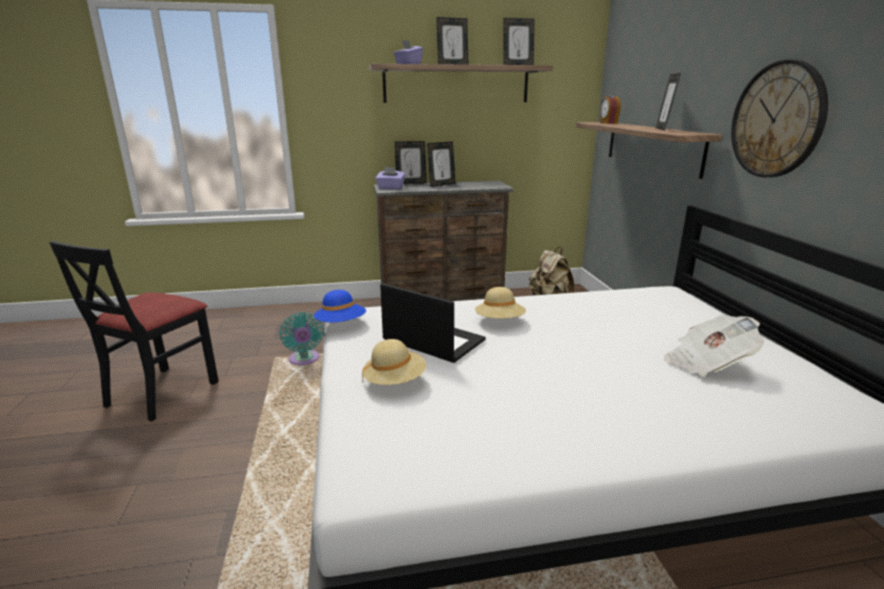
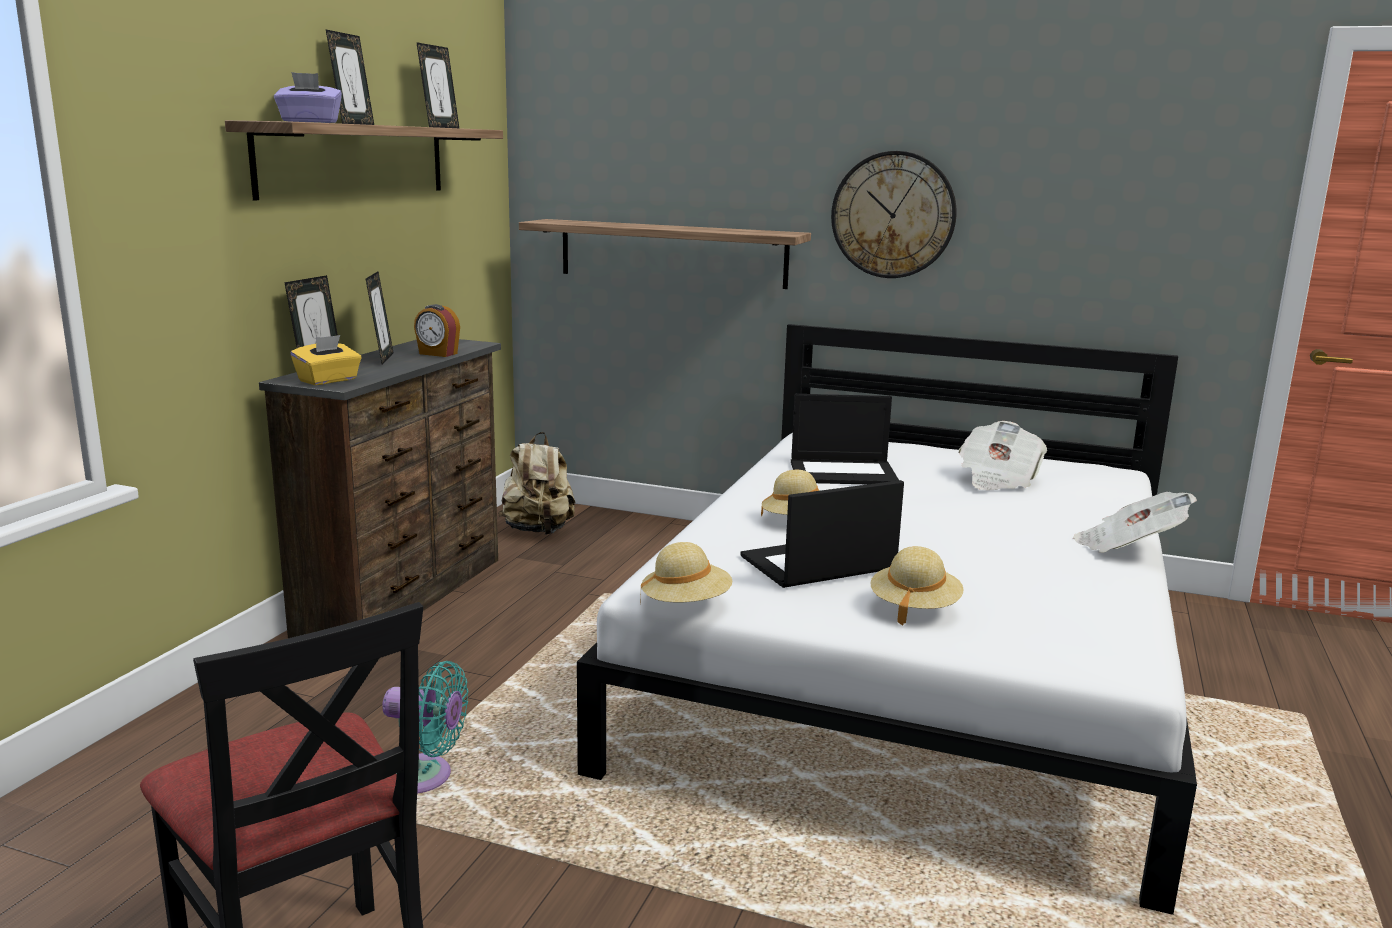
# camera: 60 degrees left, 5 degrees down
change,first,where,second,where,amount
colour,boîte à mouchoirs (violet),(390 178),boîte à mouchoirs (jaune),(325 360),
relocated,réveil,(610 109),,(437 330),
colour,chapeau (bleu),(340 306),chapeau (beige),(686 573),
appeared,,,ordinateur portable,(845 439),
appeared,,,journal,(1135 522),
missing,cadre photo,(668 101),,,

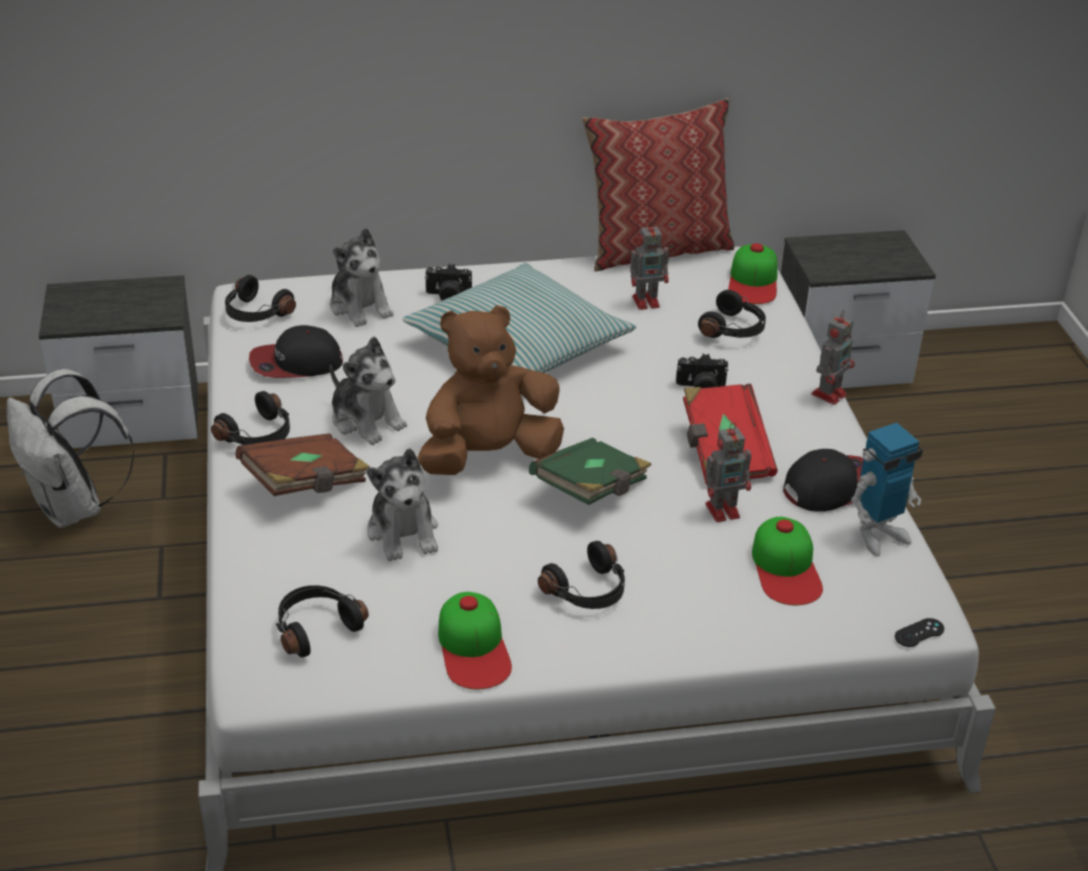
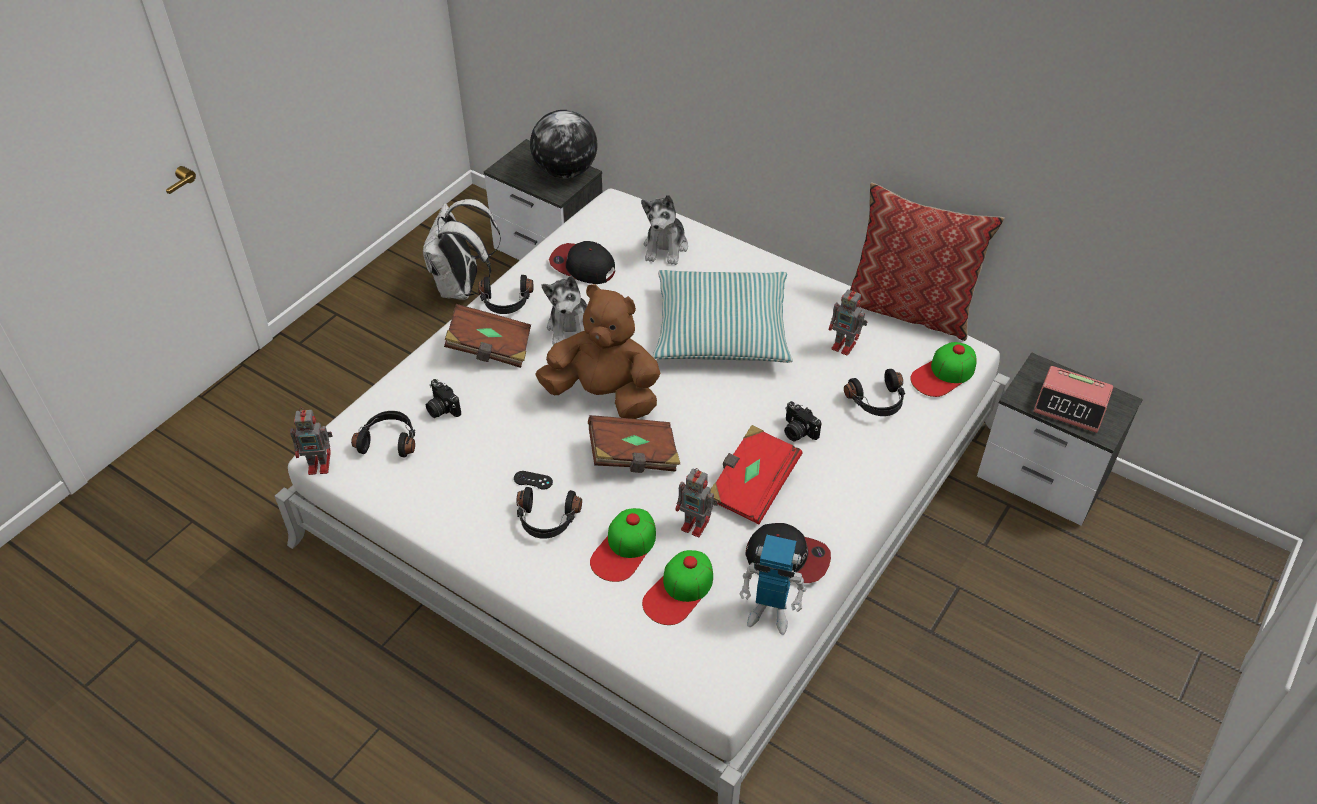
# camera: 45 degrees right, 10 degrees up
change,first,where,second,where,amount
relocated,robot jouet,(833 357),,(311 441),
relocated,appareil photo,(448 282),,(443 398),
relocated,manette (noir),(919 632),,(533 480),
appeared,,,globe,(564 144),
colour,livre (vert),(590 471),livre (marron),(634 444),
relocated,casquette,(475 640),,(623 545),
appeared,,,réveil,(1073 399),
missing,casque audio (noir),(260 298),,,
missing,peluche,(402 504),,,

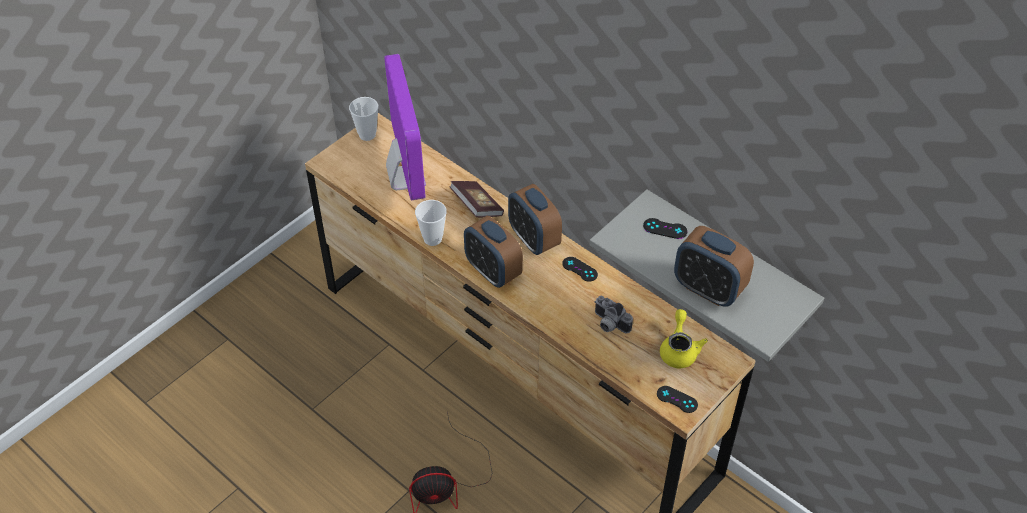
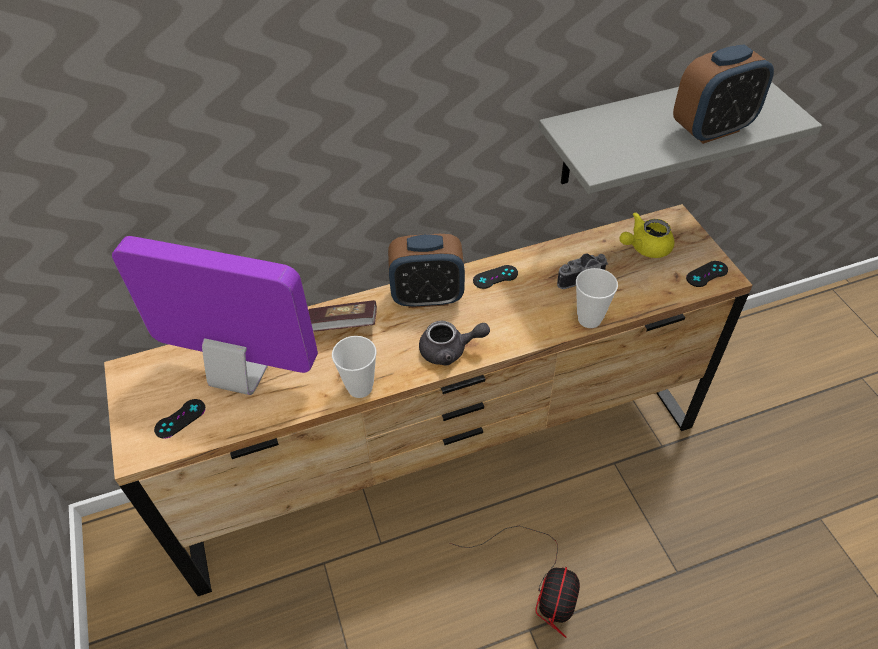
# camera: 60 degrees left, 0 degrees up
change,first,where,second,where,amount
relocated,manette (noir),(665 228),,(179 419),
exchanged,réveil,(493 252),théière (gris),(454 343),
relocated,tasse,(363 119),,(597 298),
spun,théière (jaune),(684 338),,(647 235),60 degrees counterclockwise

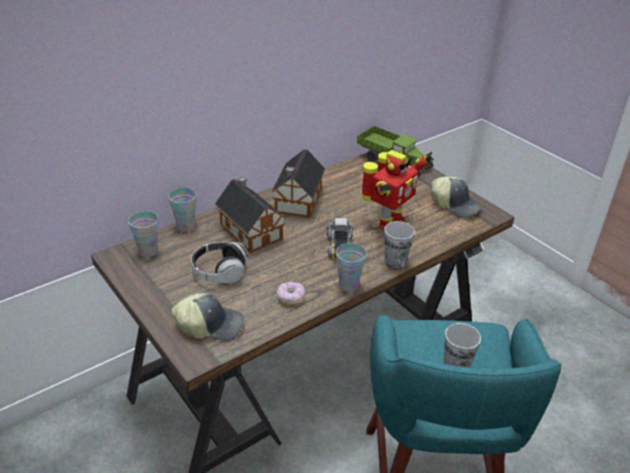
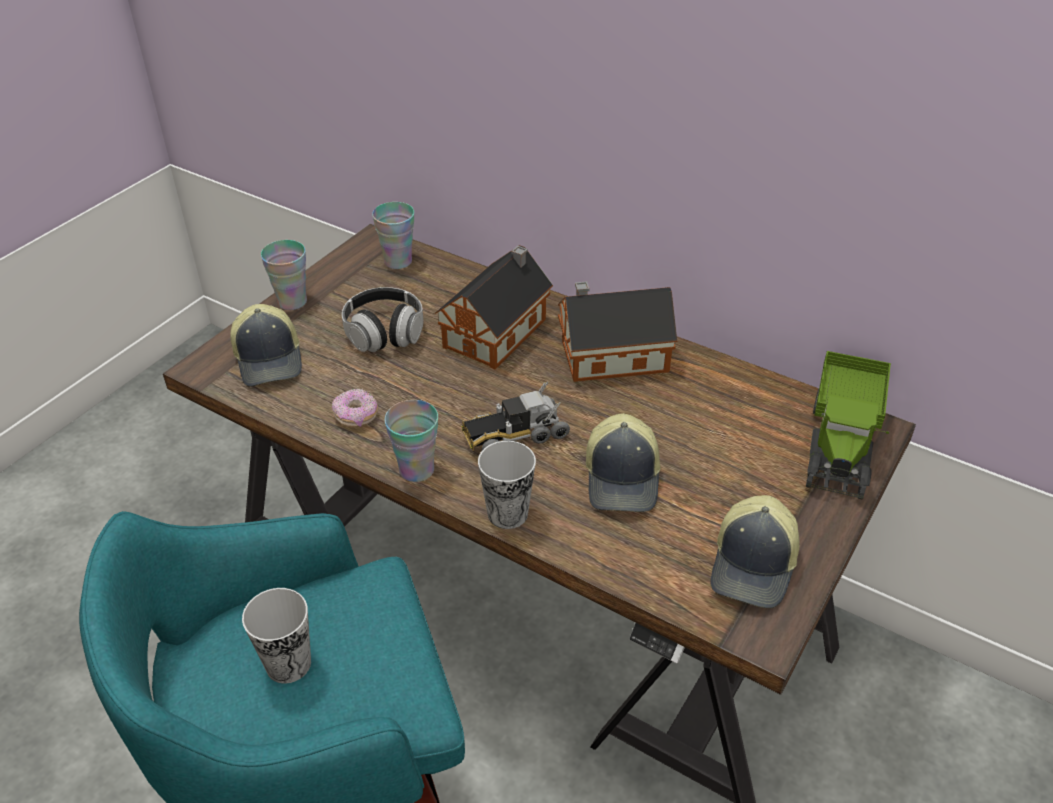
# camera: 70 degrees right, 5 degrees up
change,first,where,second,where,amount
relocated,tasse,(182 210),,(284 275),
exchanged,robot jouet,(396 189),casquette,(623 462),

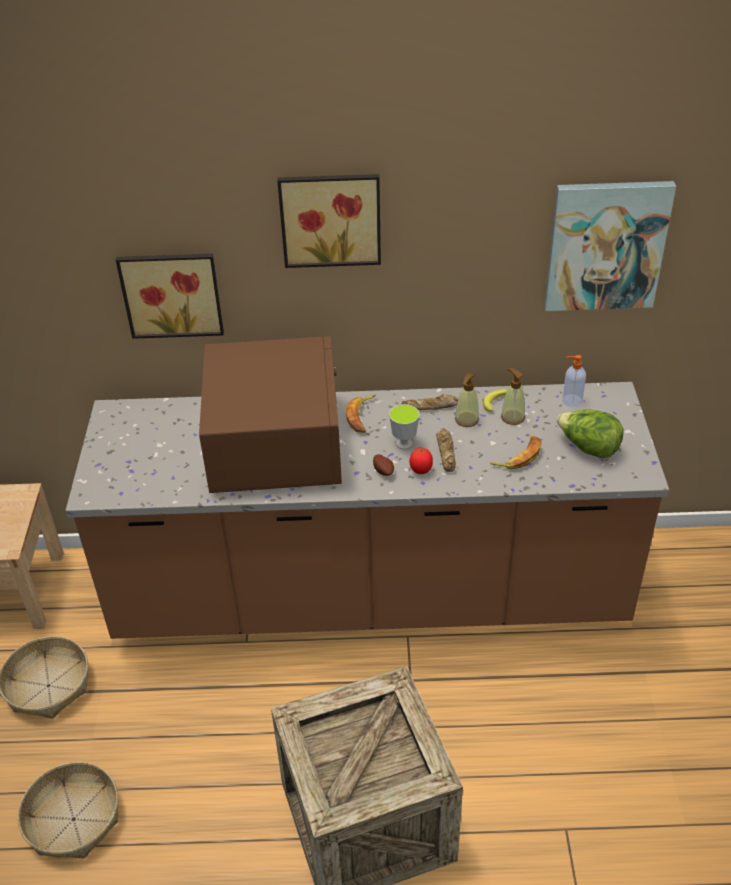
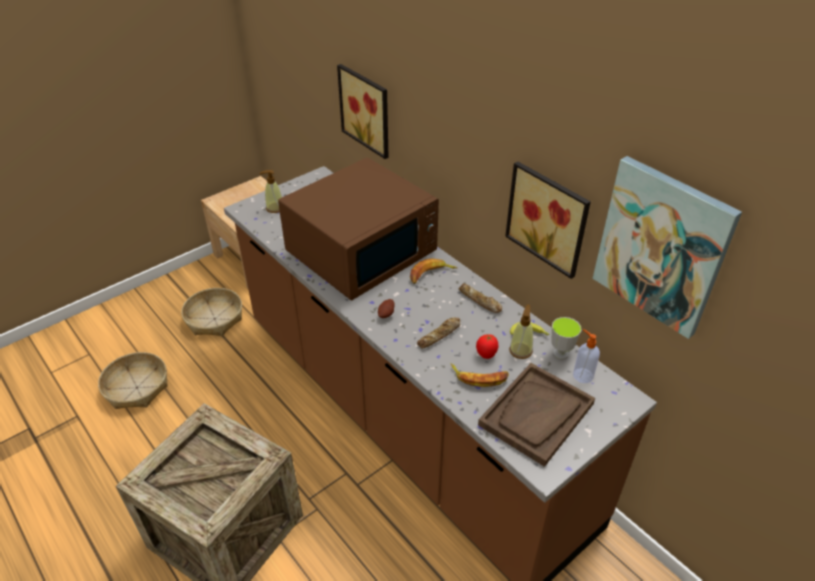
# camera: 50 degrees right, 0 degrees up
change,first,where,second,where,amount
relocated,distributeur de savon,(467 400),,(270 191),
relocated,tomate,(421 460),,(487 346),
exchanged,laitue,(590 433),plateau (marron),(536 415),
relocated,tableau,(329 221),,(548 220),
relocated,tasse,(404 426),,(566 338),

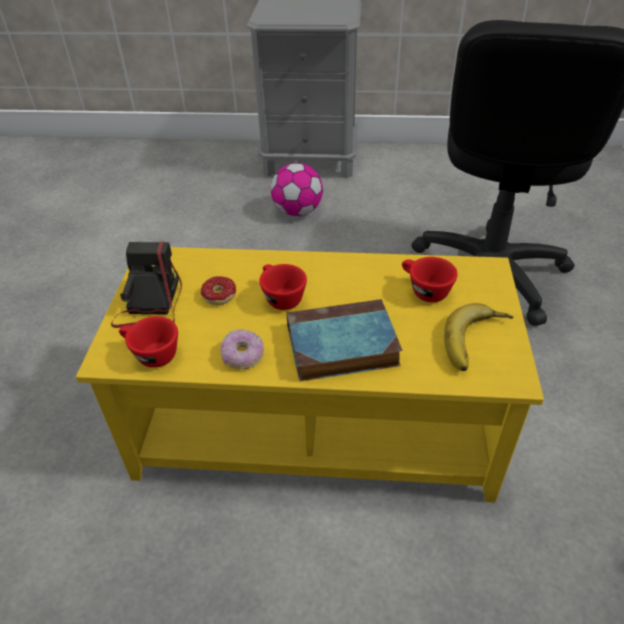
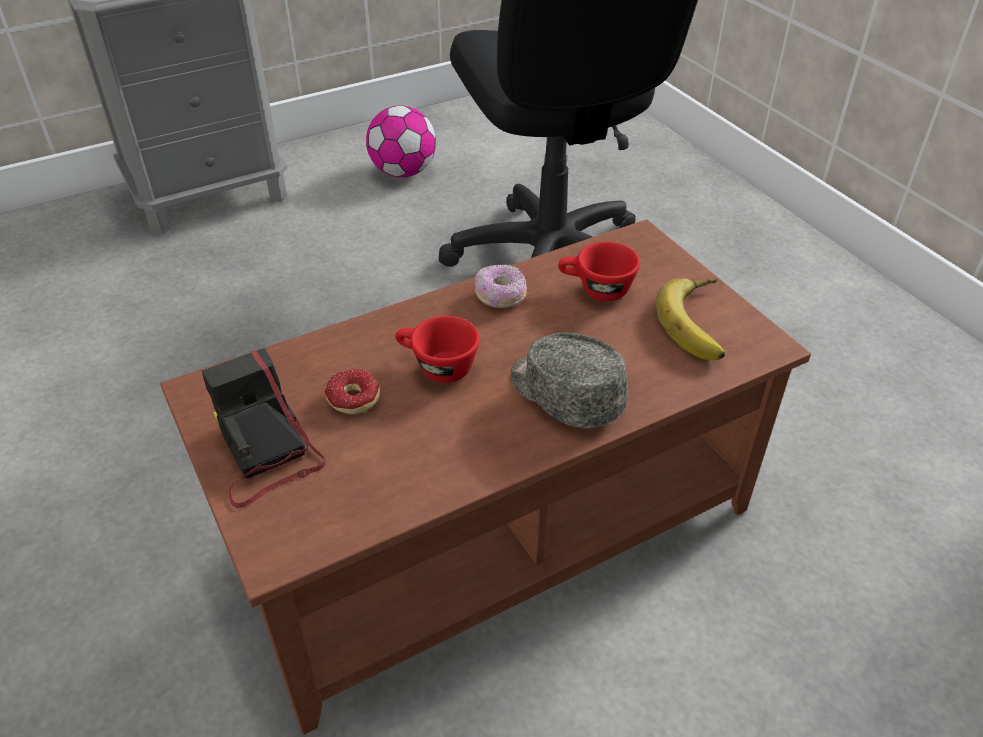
# camera: 35 degrees left, 0 degrees up
change,first,where,second,where,amount
colour,table basse (jaune),(310 374),table basse (marron),(485 477),
relocated,ballon de foot,(297 189),,(401 141),
relocated,beignet,(242 349),,(501 286),
exchanged,livre,(344 340),casquette (gris),(569 380),
missing,tasse (rouge),(148 342),,,

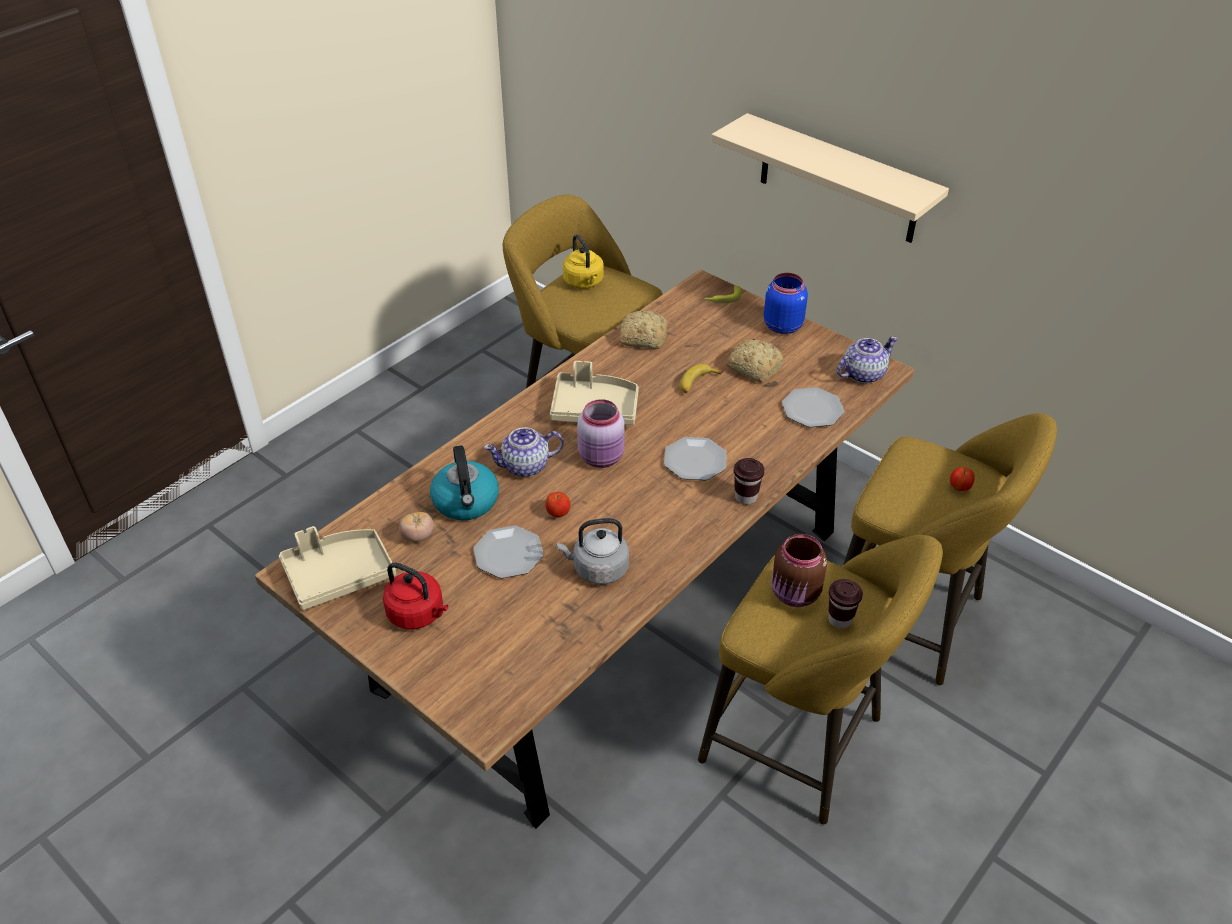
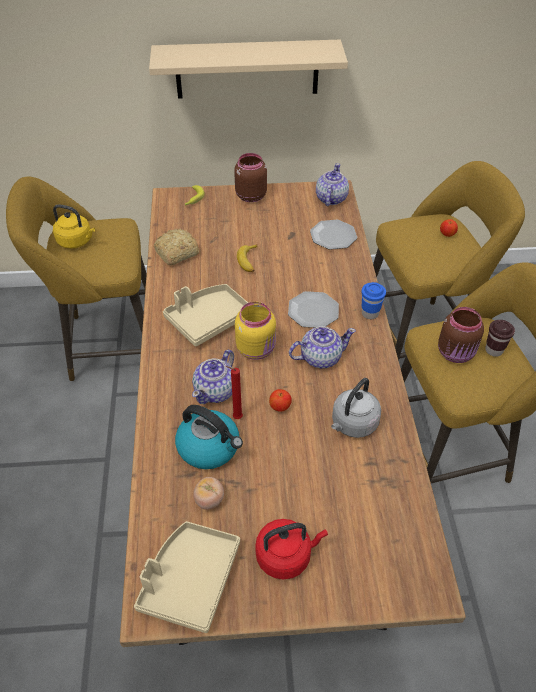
# camera: 45 degrees left, 5 degrees up
change,first,where,second,where,amount
appeared,,,bougie (rouge),(234 392),
colour,bocal (bleu),(786 303),bocal (marron),(250 177),
colour,bocal (rose),(601 433),bocal (jaune),(255 331),
appeared,,,théière,(322 347),
colour,tasse (marron),(749 481),tasse (bleu),(373 300),
missing,assiette,(508 552),,,
missing,pain,(755 360),,,

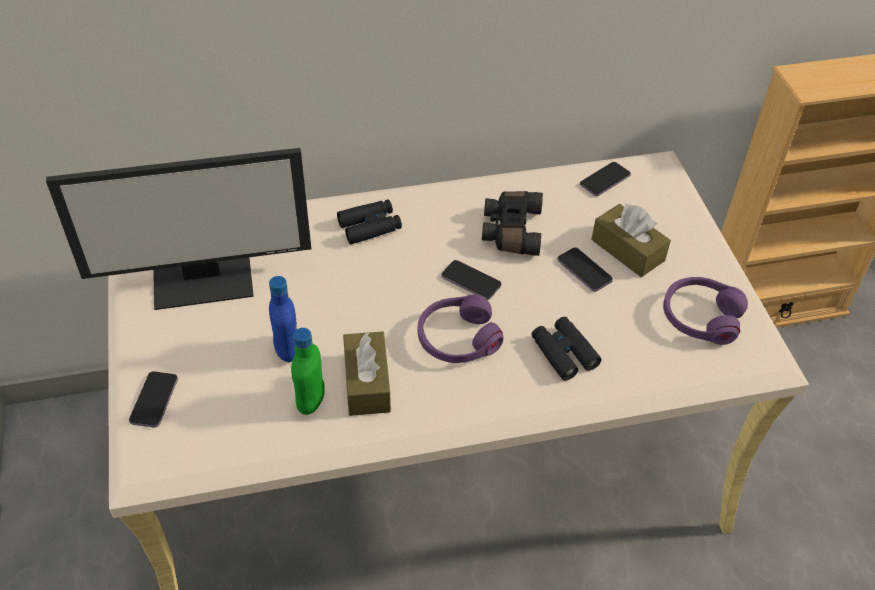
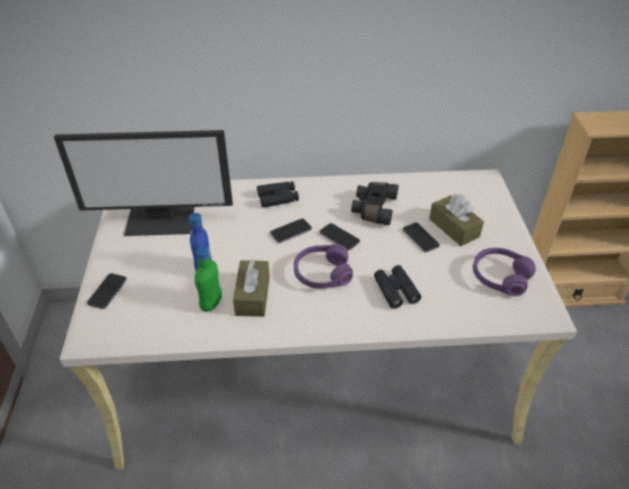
# camera: 10 degrees right, 5 degrees down
change,first,where,second,where,amount
relocated,téléphone,(605 179),,(291 231),

